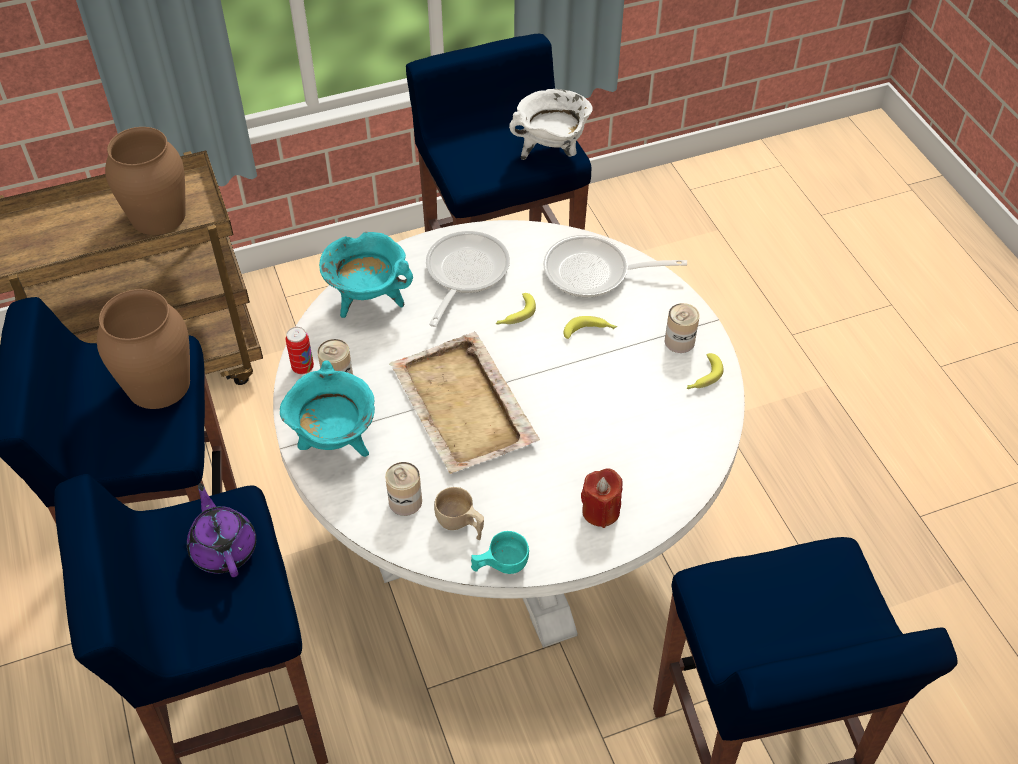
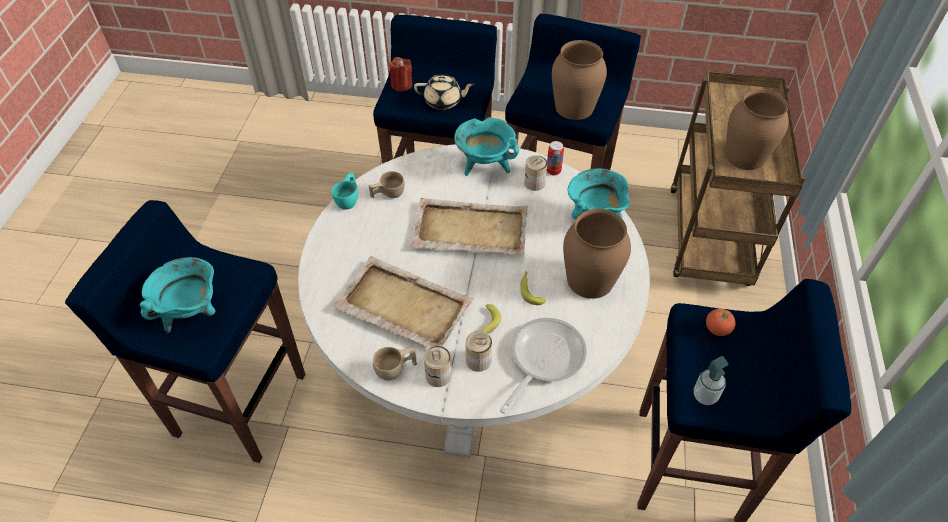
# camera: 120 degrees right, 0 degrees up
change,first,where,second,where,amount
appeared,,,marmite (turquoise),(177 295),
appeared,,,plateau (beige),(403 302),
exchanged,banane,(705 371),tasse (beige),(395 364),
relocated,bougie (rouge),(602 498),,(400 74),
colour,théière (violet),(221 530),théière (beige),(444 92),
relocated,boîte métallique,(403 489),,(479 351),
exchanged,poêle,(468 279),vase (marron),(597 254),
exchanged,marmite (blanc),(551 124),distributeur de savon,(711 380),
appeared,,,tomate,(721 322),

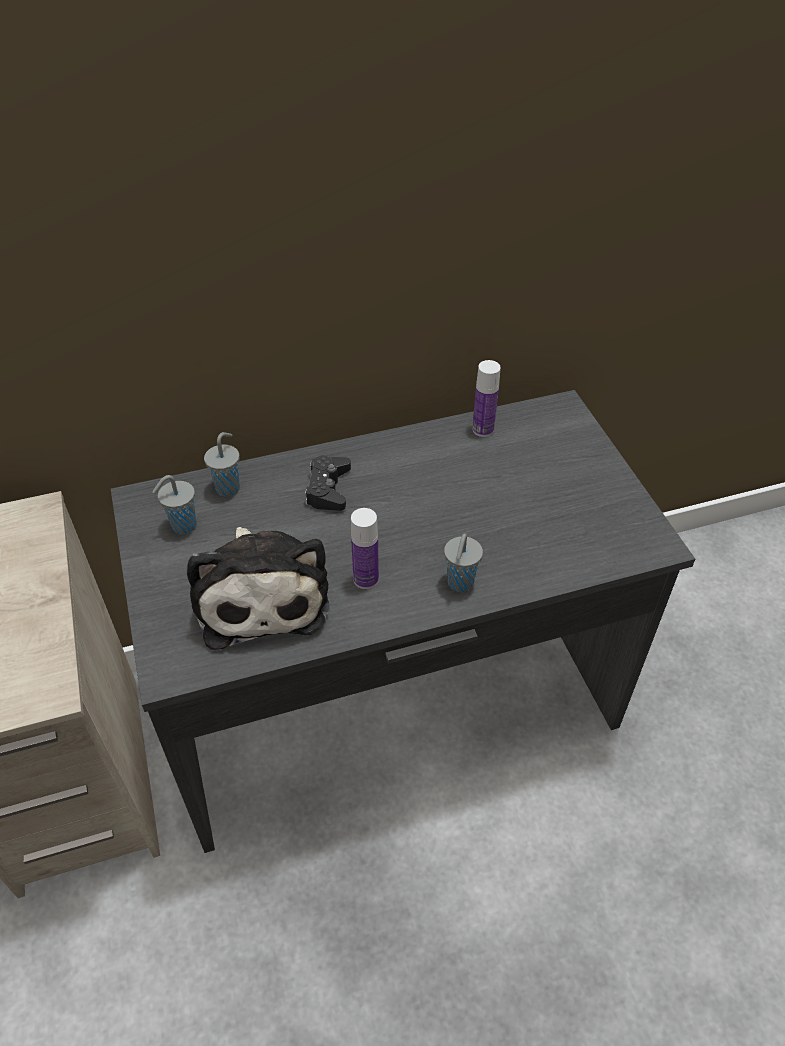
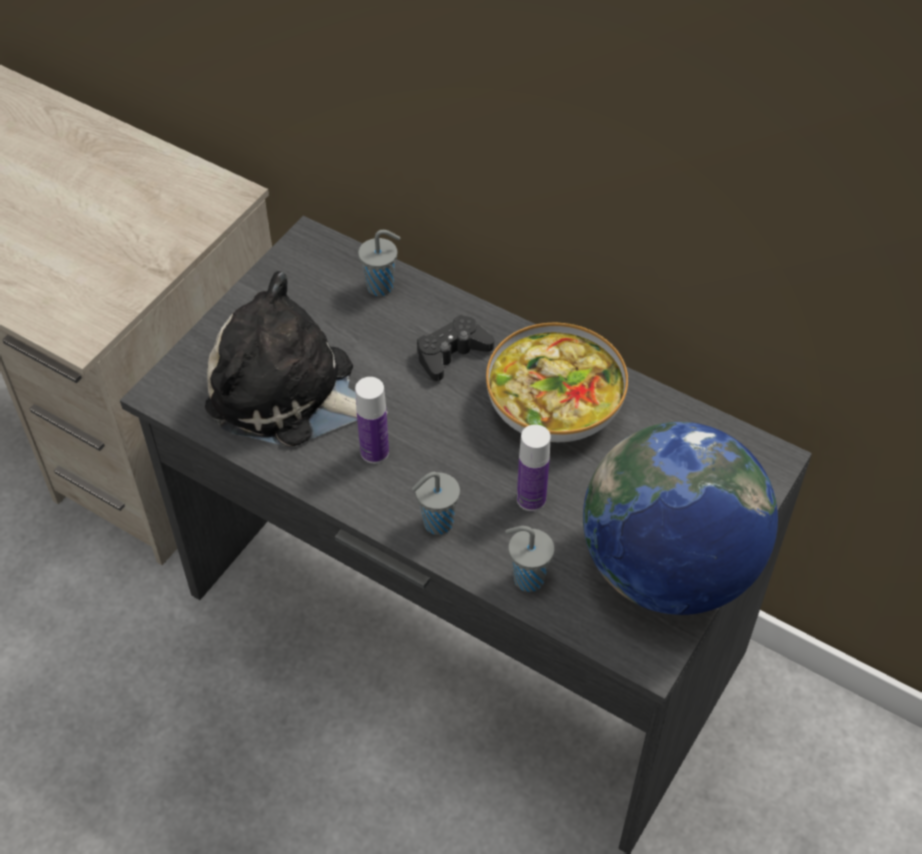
# camera: 50 degrees right, 5 degrees up
change,first,where,second,where,amount
spun,peluche,(258 588),,(296 359),75 degrees clockwise
appeared,,,bol,(557 382),
relocated,tasse (gris),(174 504),,(529 559),
relocated,bouteille,(486 398),,(534 467),
appeared,,,globe,(680 518),

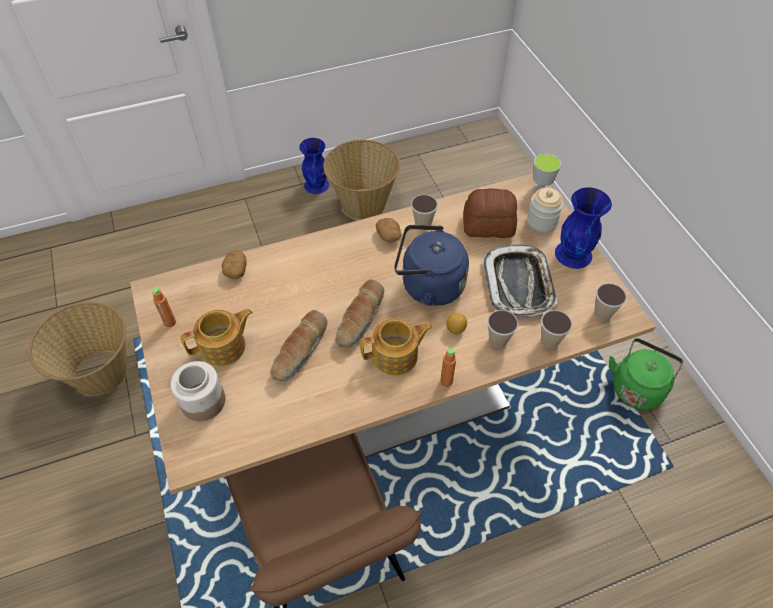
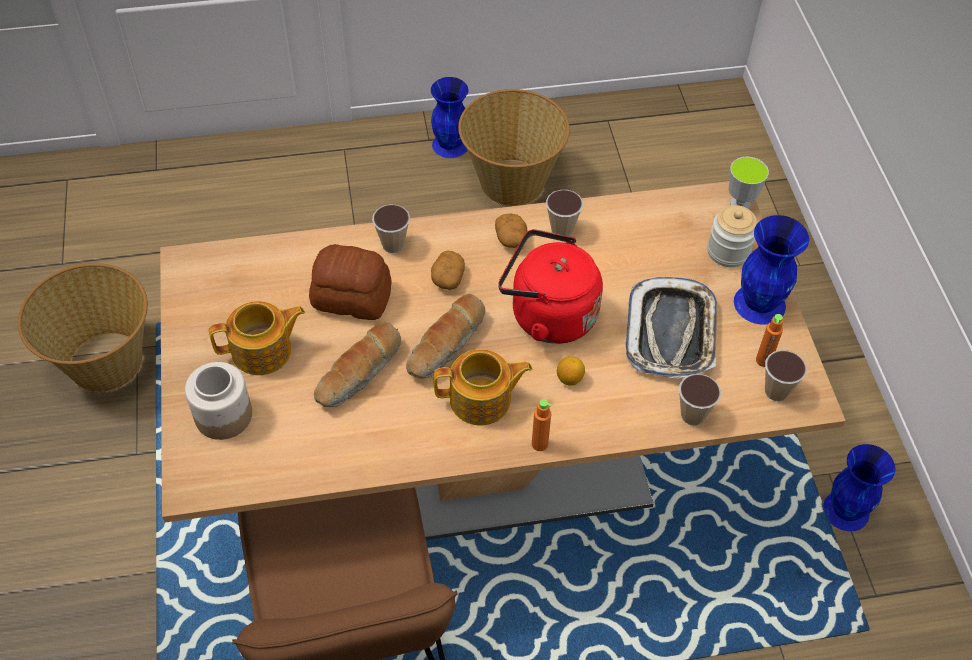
# camera: 10 degrees right, 0 degrees up
change,first,where,second,where,amount
relocated,pain,(490 213),,(350 282),
relocated,tasse,(502 329),,(391 228),
relocated,pomme de terre,(234 264),,(448 270),
colour,bouilloire (bleu),(431 265),bouilloire (rouge),(550 286),
relocated,bouteille (orange),(164 307),,(769 340),
exchanged,bouilloire (vert),(646 374),vase (bleu),(859 487),

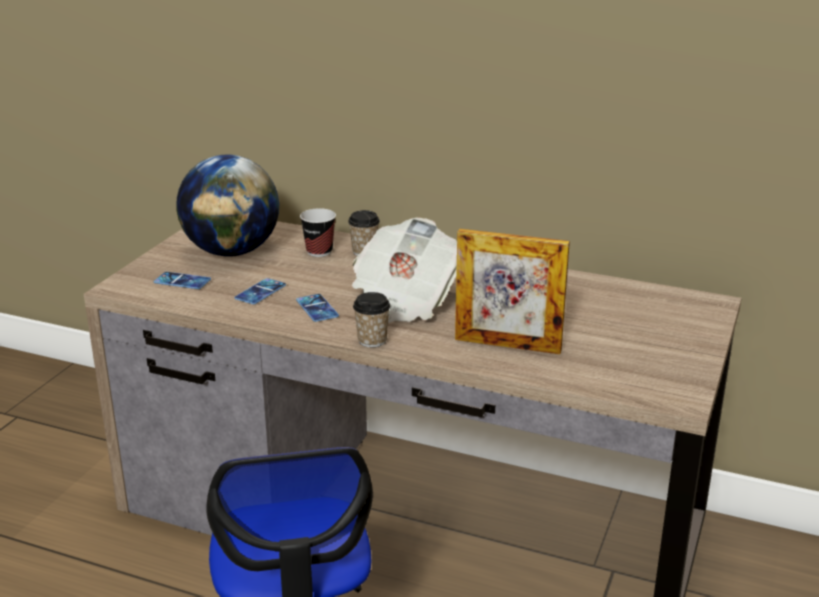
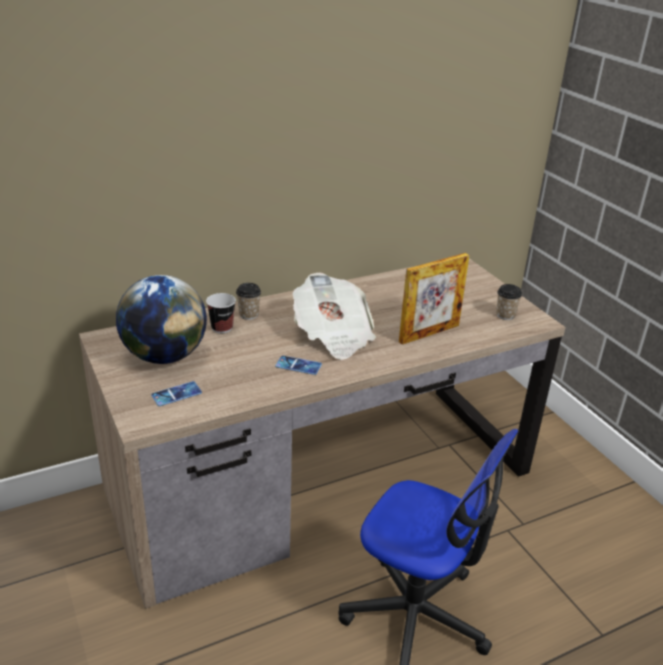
# camera: 50 degrees left, 5 degrees up
change,first,where,second,where,amount
relocated,tasse,(371 319),,(509 302),
missing,téléphone,(260 291),,,

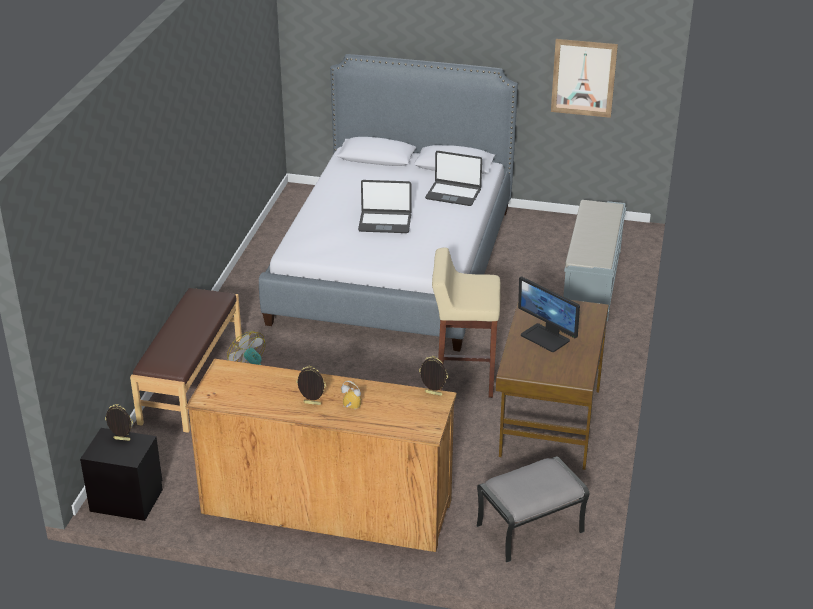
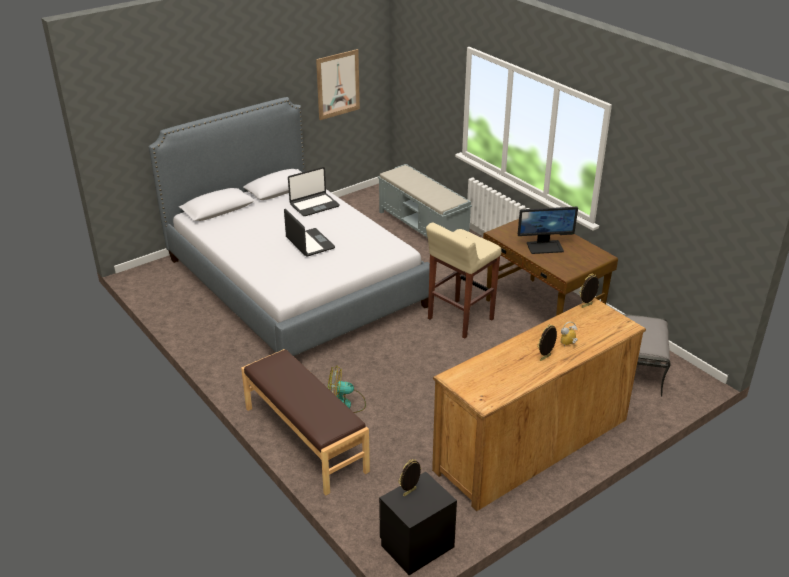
# camera: 50 degrees left, 0 degrees up
change,first,where,second,where,amount
spun,ordinateur portable,(384 206),,(309 233),75 degrees counterclockwise

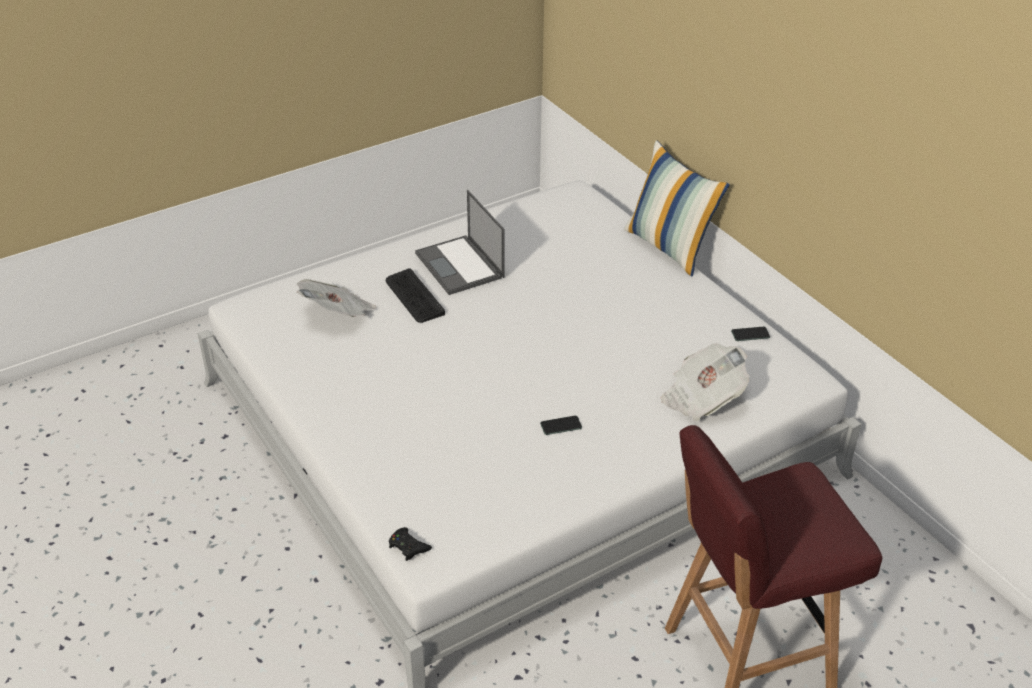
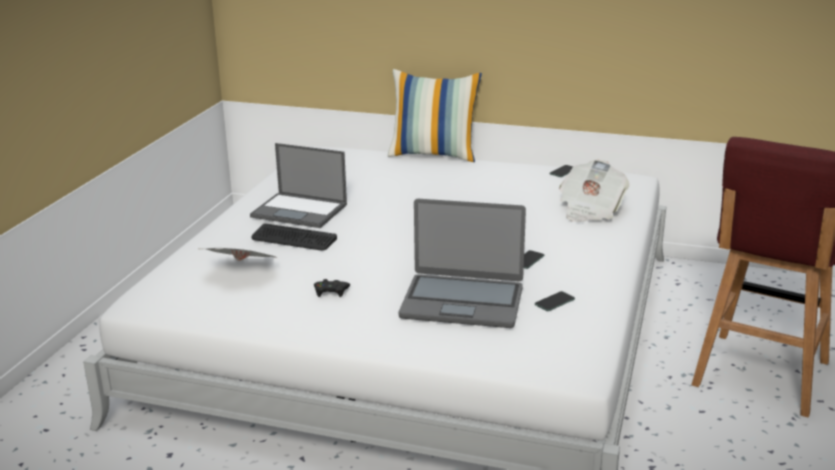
# camera: 40 degrees left, 15 degrees down
change,first,where,second,where,amount
relocated,manette (noir),(410 544),,(332 288),
appeared,,,ordinateur portable,(462 263),
appeared,,,téléphone,(555 301),

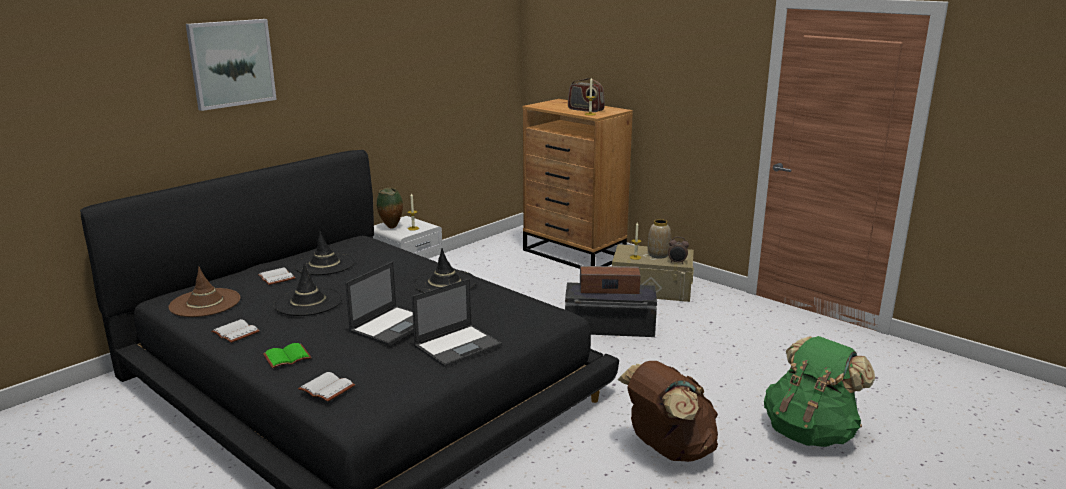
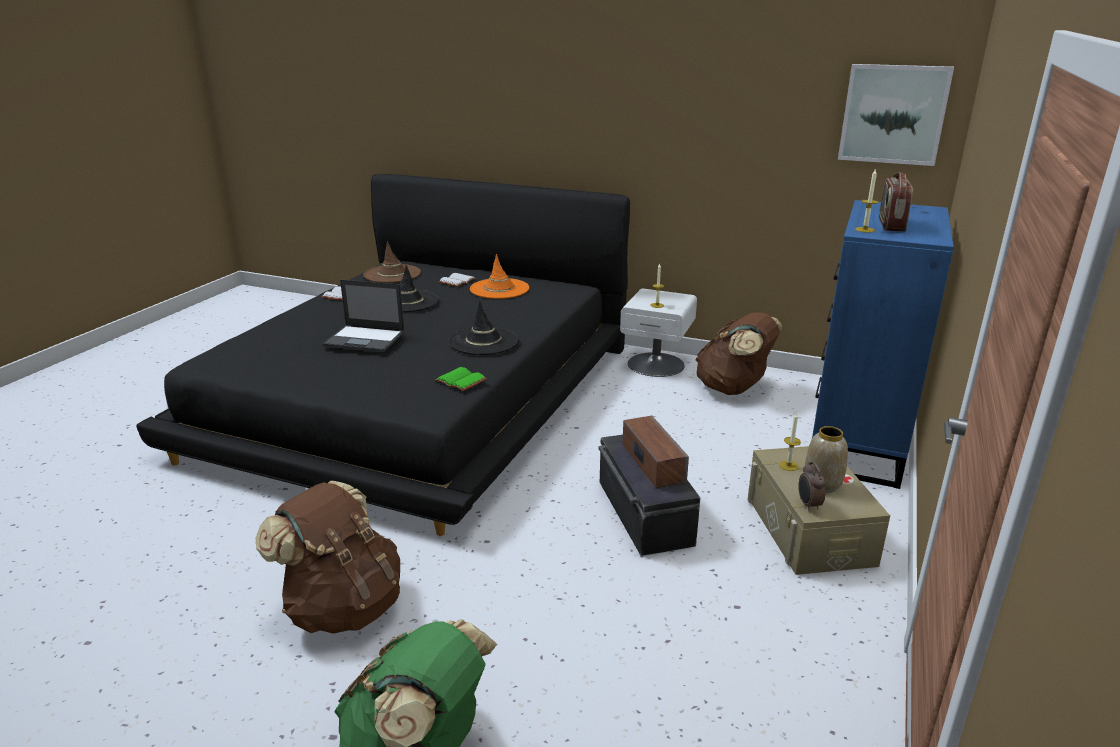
# camera: 70 degrees right, 5 degrees up
change,first,where,second,where,amount
relocated,livre (vert),(287 356),,(461 379),
colour,chapeau (noir),(324 253),chapeau (orange),(499 276),
appeared,,,sac à dos (marron),(738 353),
colour,commode (marron),(578 184),commode (bleu),(883 344),
relocated,tableau,(231 65),,(896 115),
missing,livre (blanc),(326 387),,,
missing,vase,(390 208),,,
missing,ordinateur portable,(457 323),,,

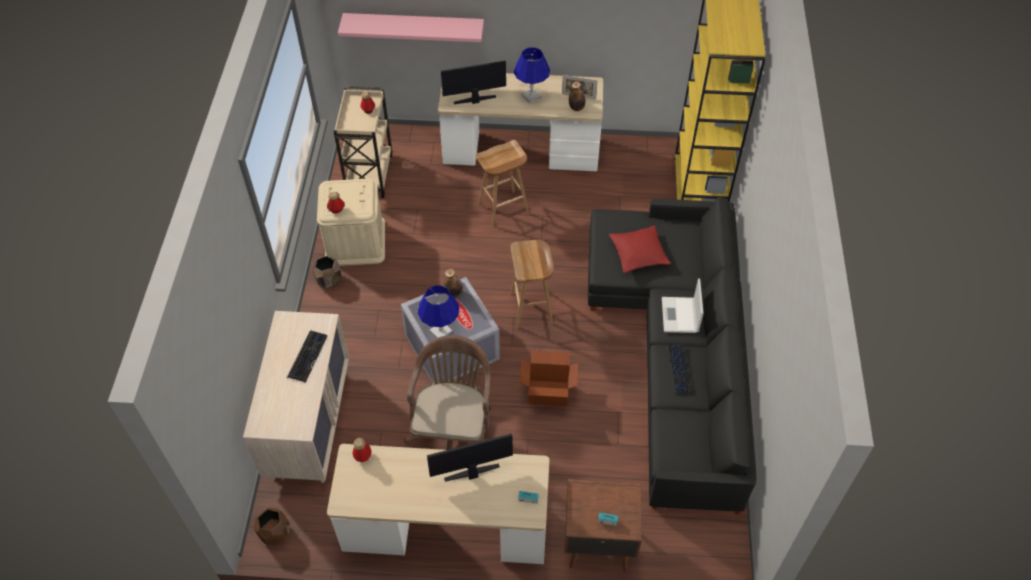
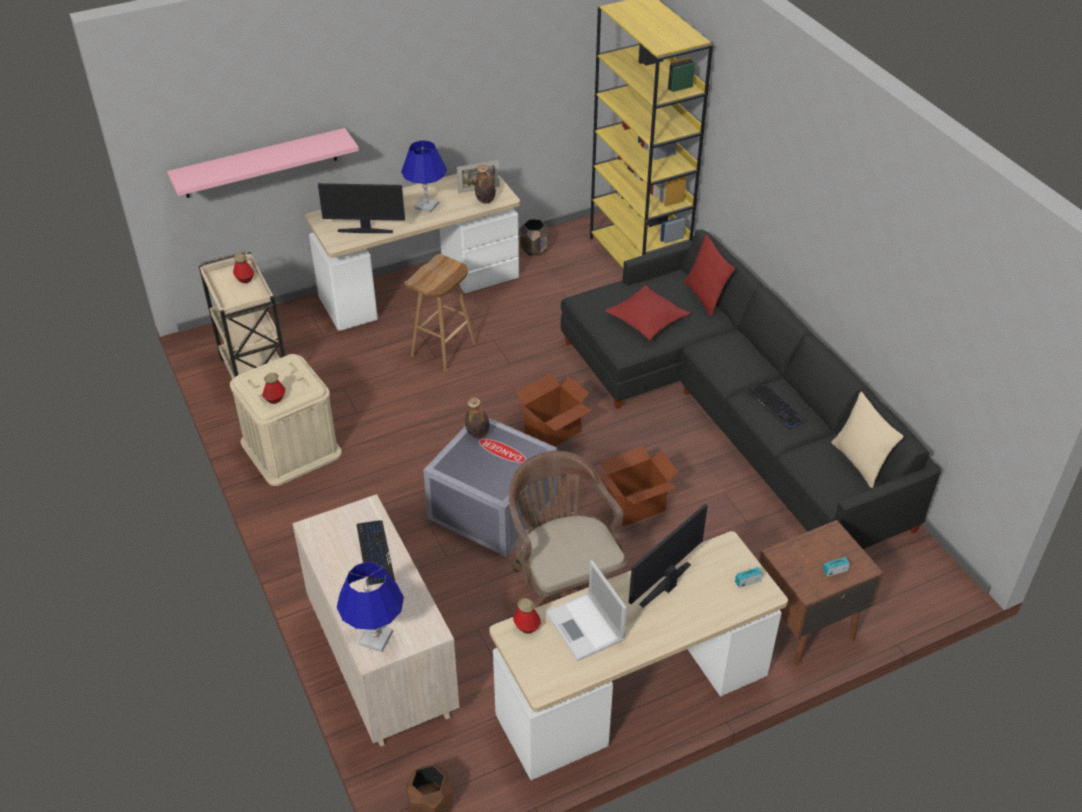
# camera: 30 degrees left, 10 degrees down
change,first,where,second,where,amount
spun,écran d'ordinateur,(473 82),,(361 208),135 degrees counterclockwise
relocated,lampe de table (bleu),(439 311),,(370 607),
exchanged,tabouret (marron),(532 284),carton,(553 410),
relocated,cache-pot (marron),(327 272),,(534 237),
relocated,ordinateur portable,(683 305),,(586 610),
appeared,,,coussin (rouge),(709 275),
appeared,,,coussin (beige),(867 440),

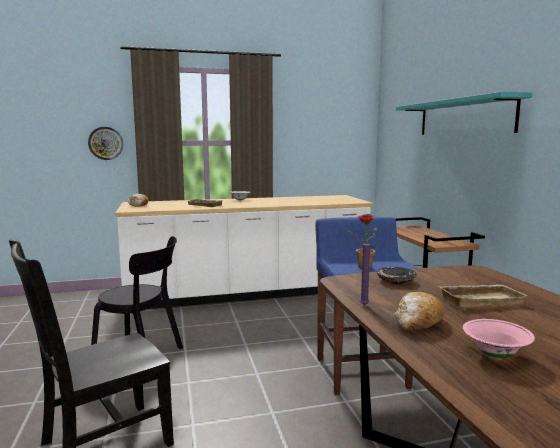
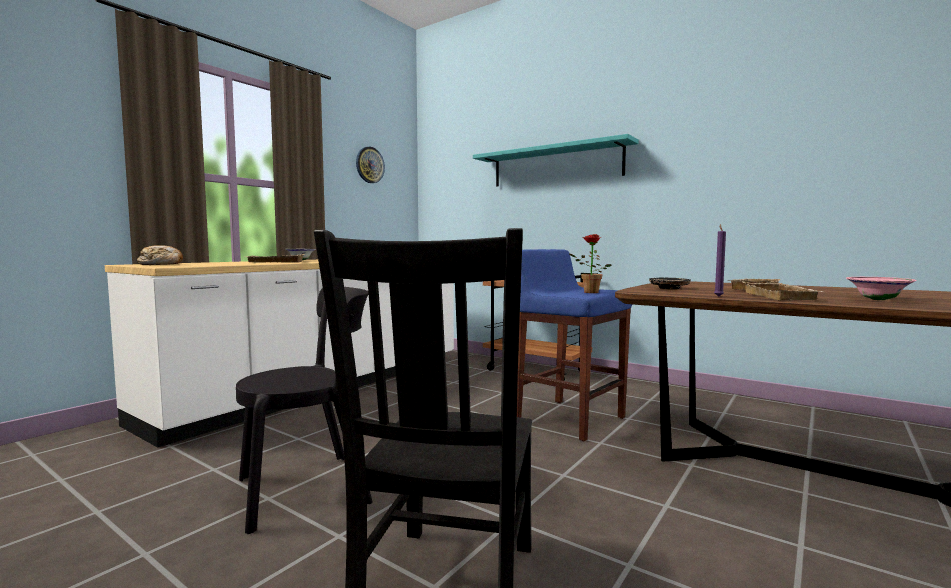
# camera: 40 degrees left, 5 degrees down
change,first,where,second,where,amount
relocated,horloge murale,(105 143),,(370 165),
exchanged,pain,(419 311),plateau (beige),(782 291),

